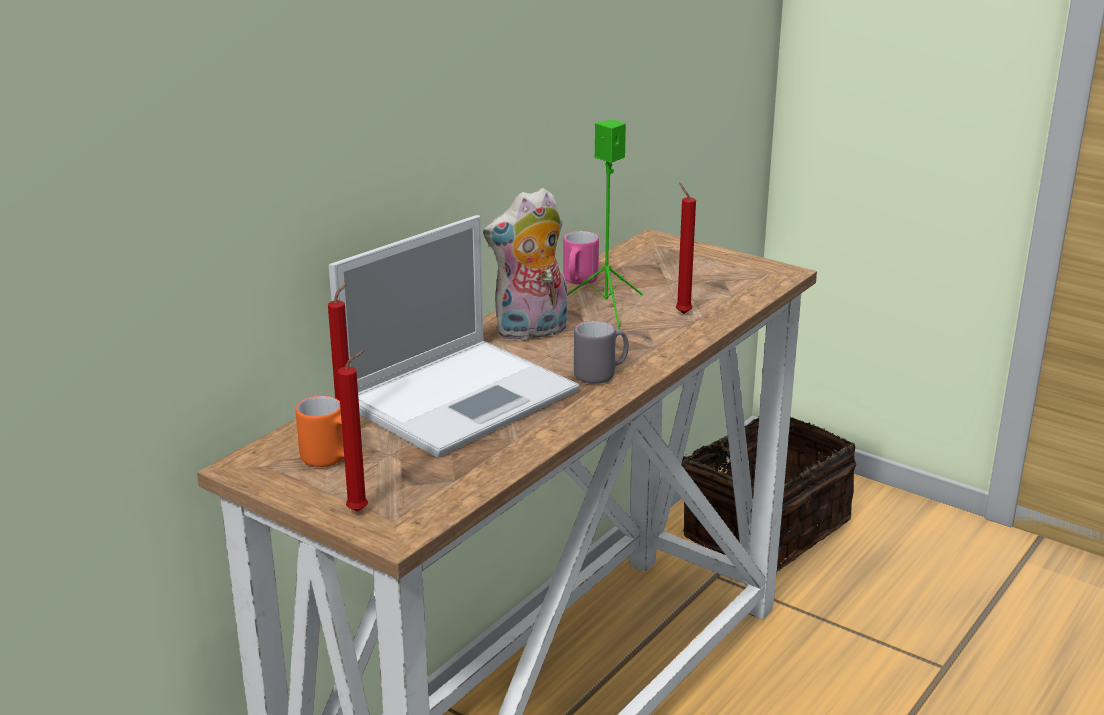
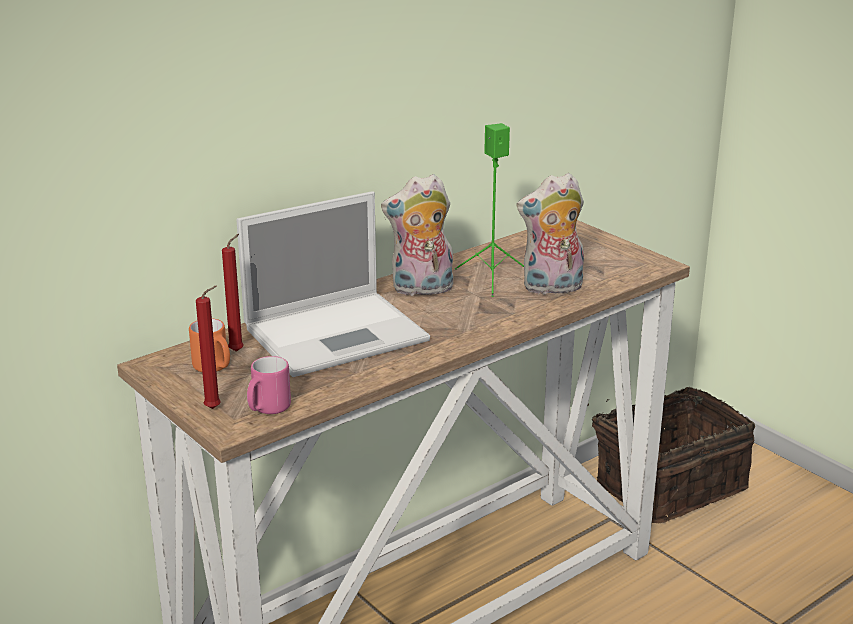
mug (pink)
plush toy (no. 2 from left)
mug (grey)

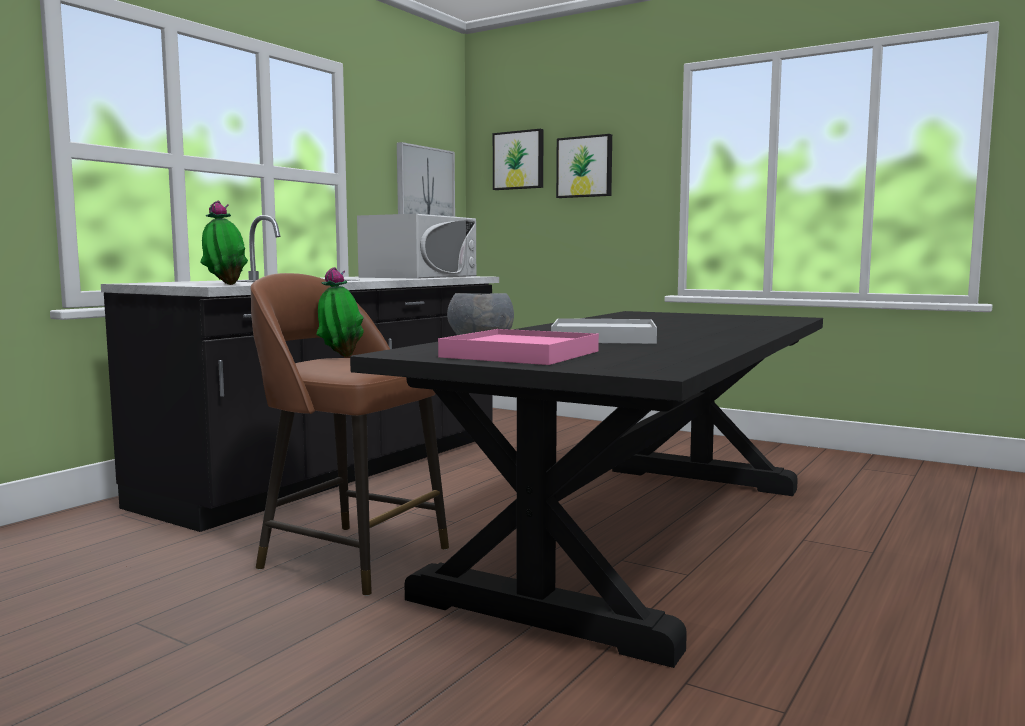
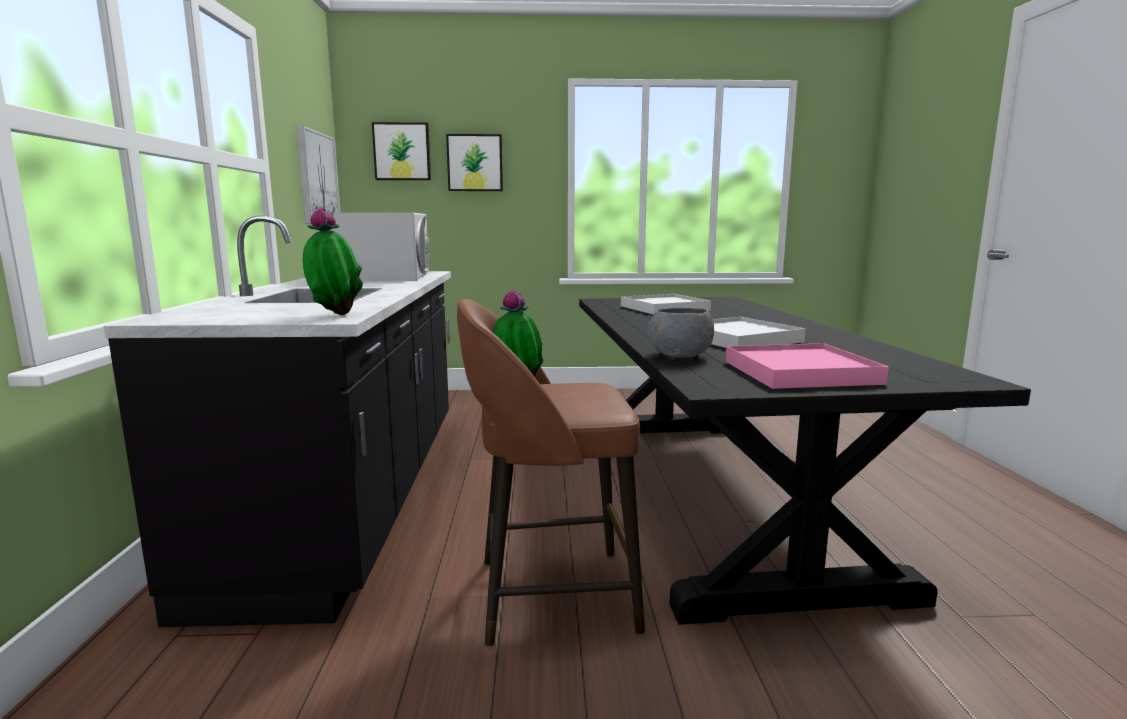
tray (white) (no. 1 from left)

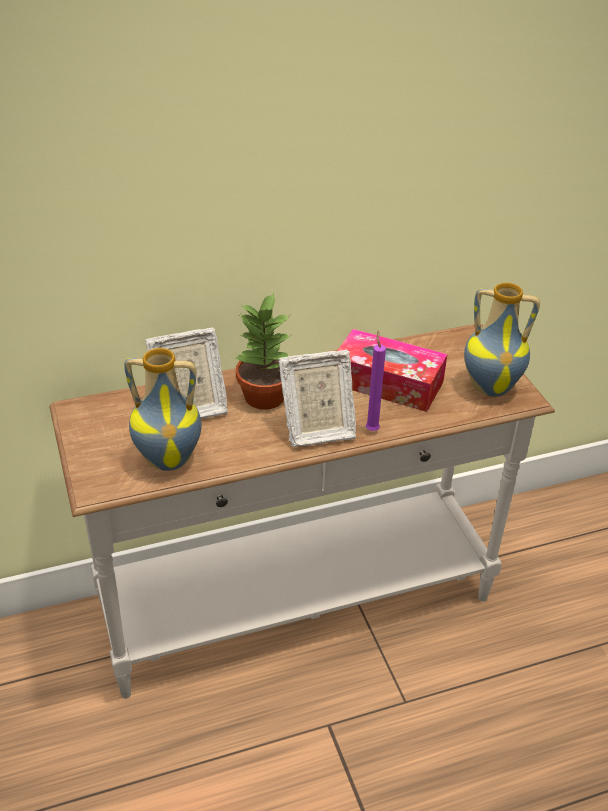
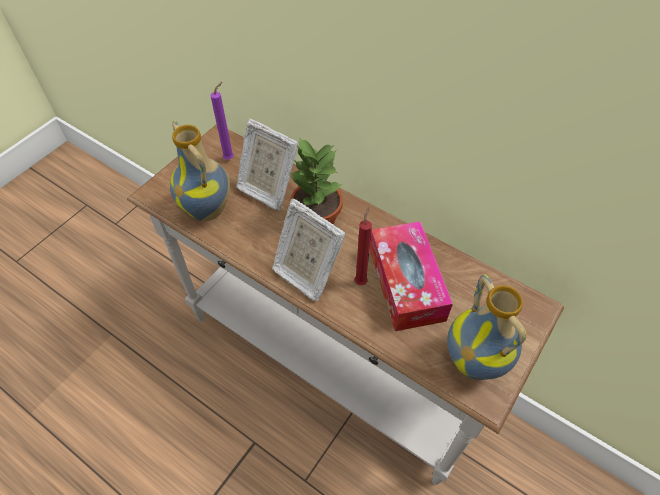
candle (purple)
candle (red)

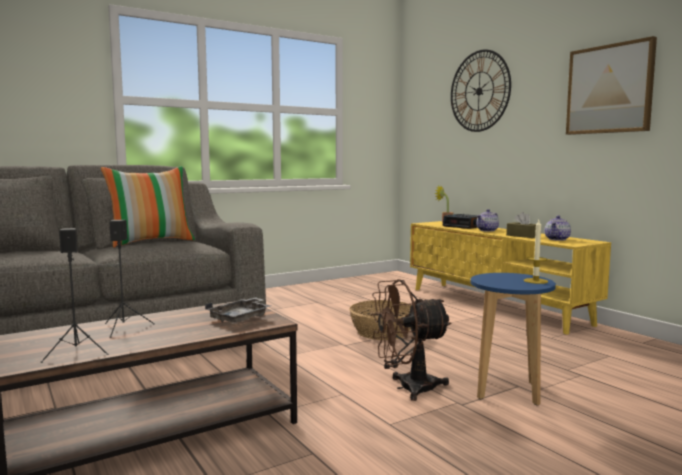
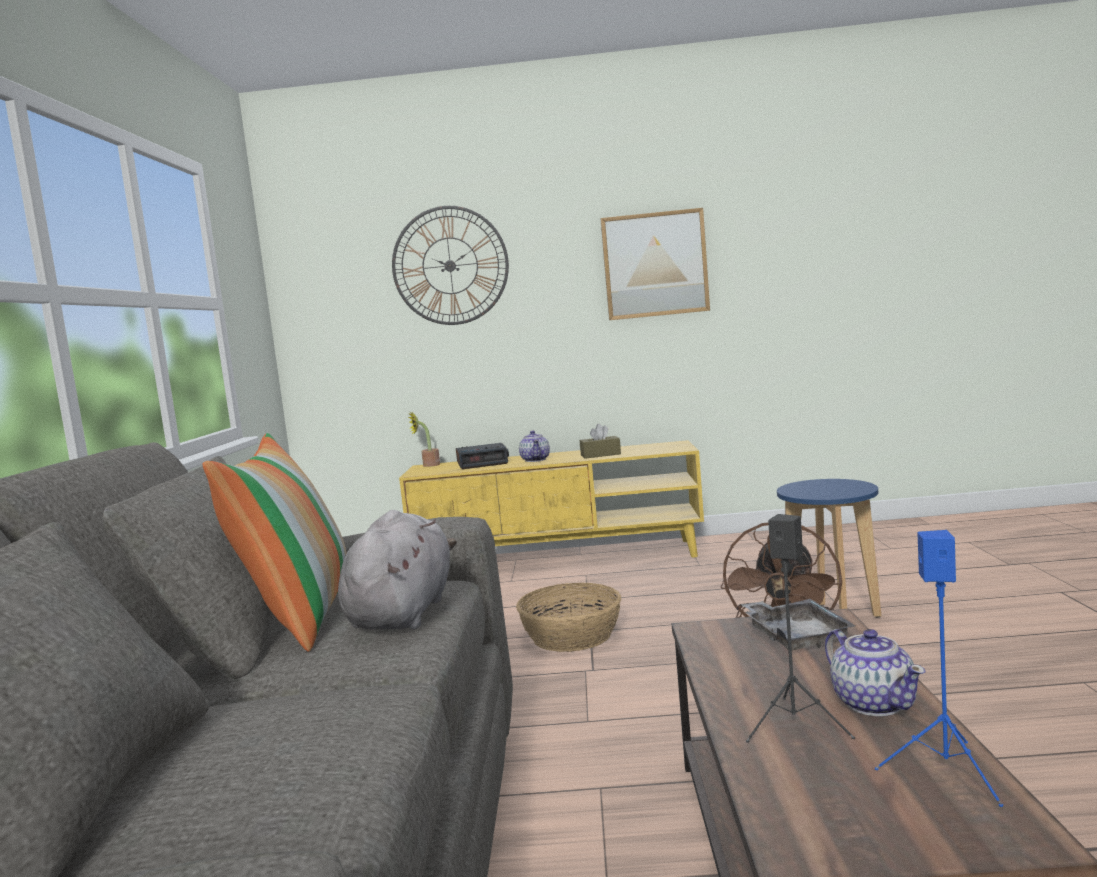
plush toy (grey)
teapot (no. 2 from left)
speaker (blue)
candle

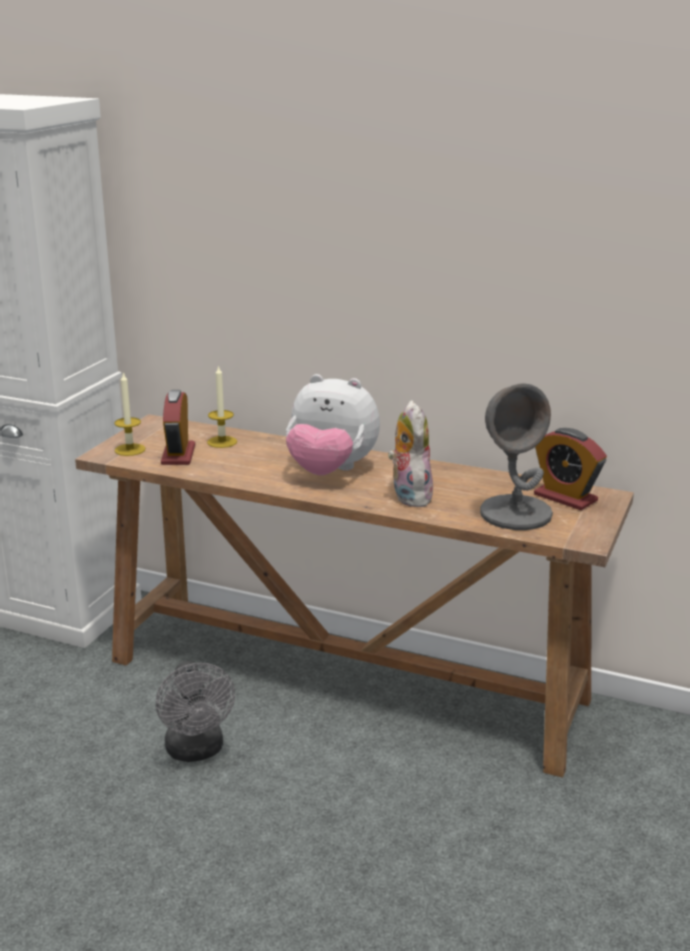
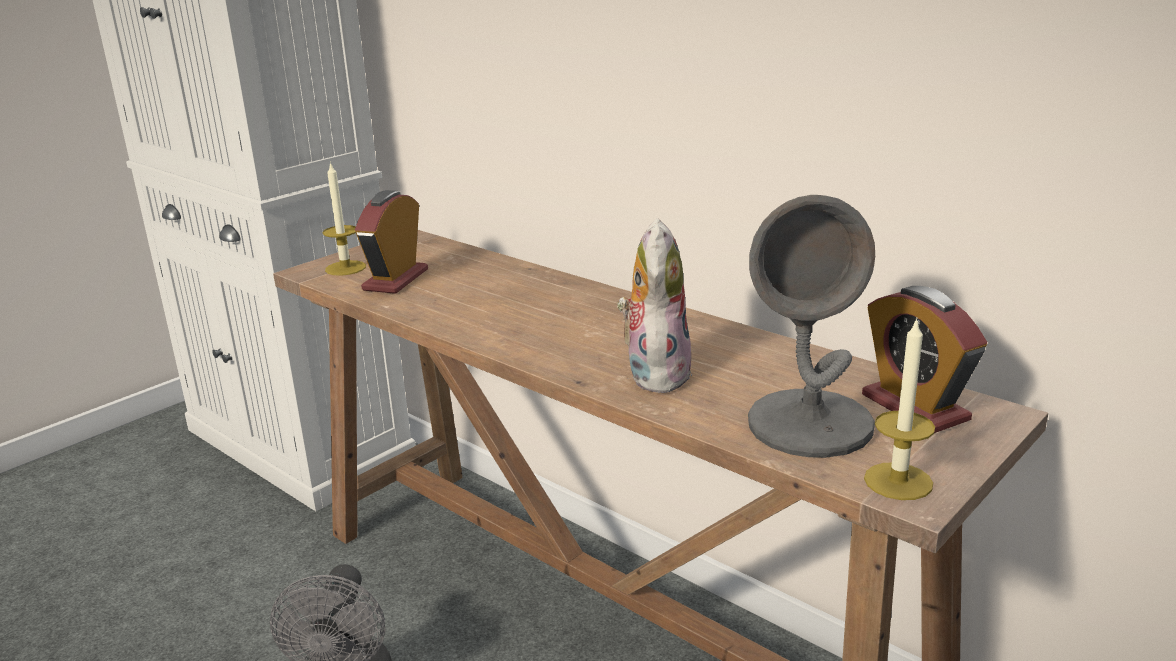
candle (no. 2 from left)
plush toy (no. 1 from left in the first image)

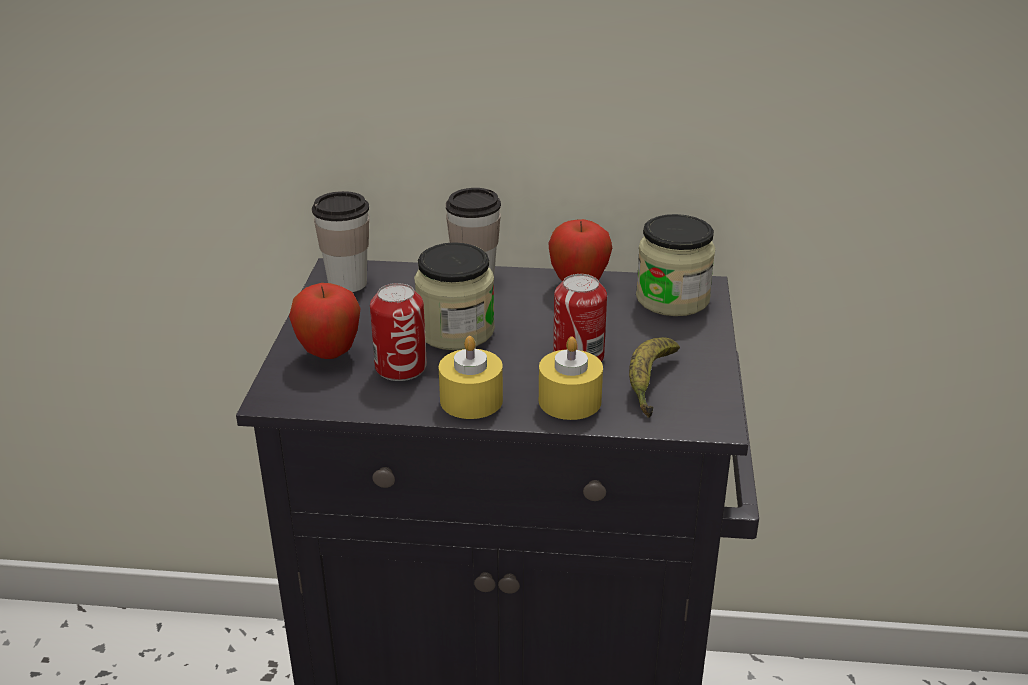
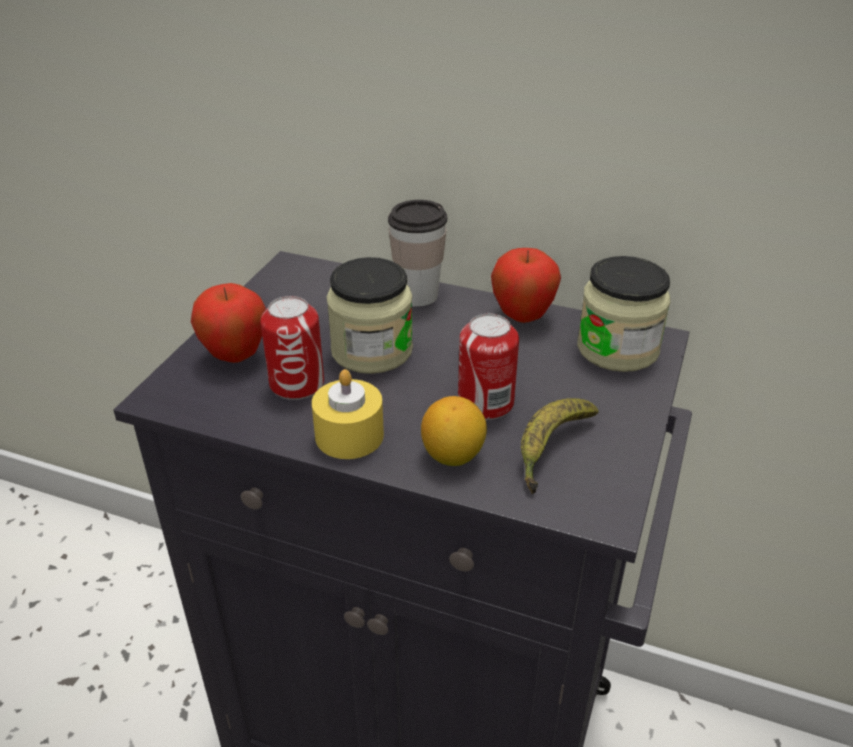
lemon
cup (no. 1 from left in the first image)

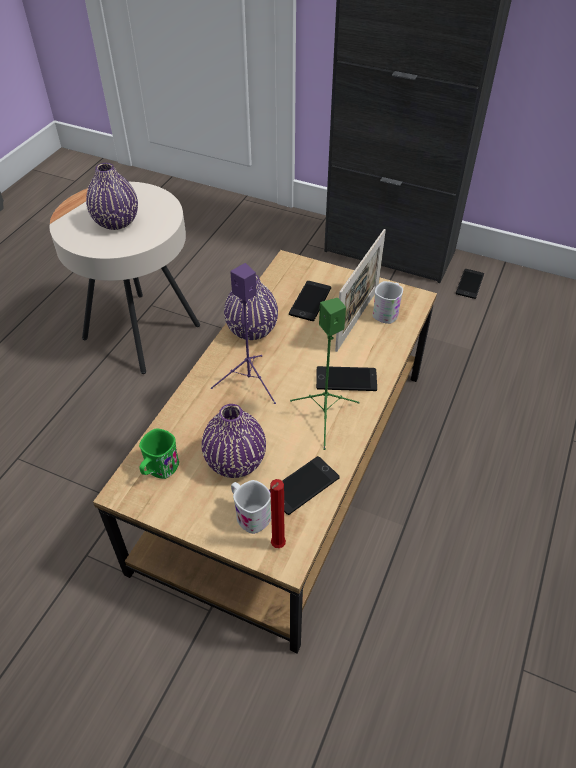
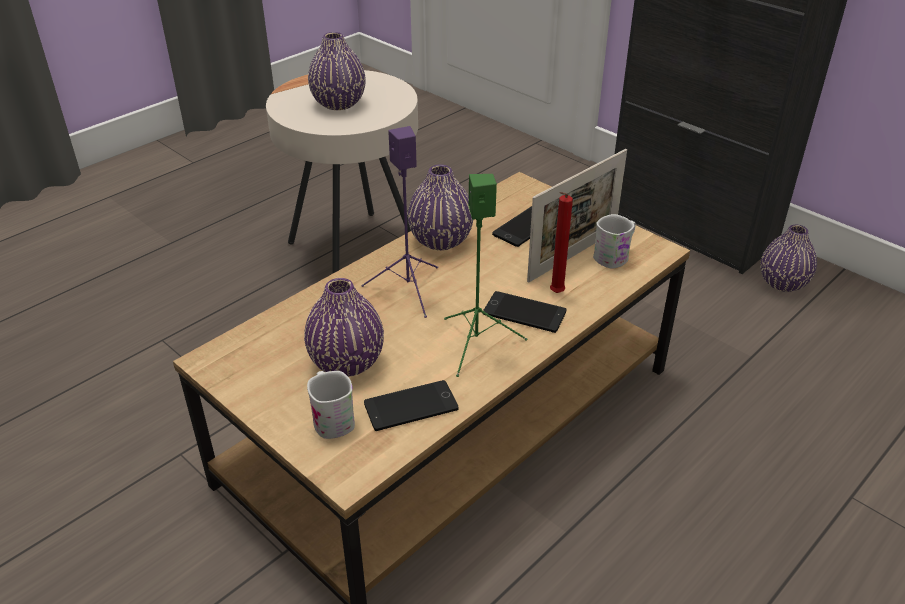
candle (red)
vase (purple) (no. 4 from left)
mug (green)

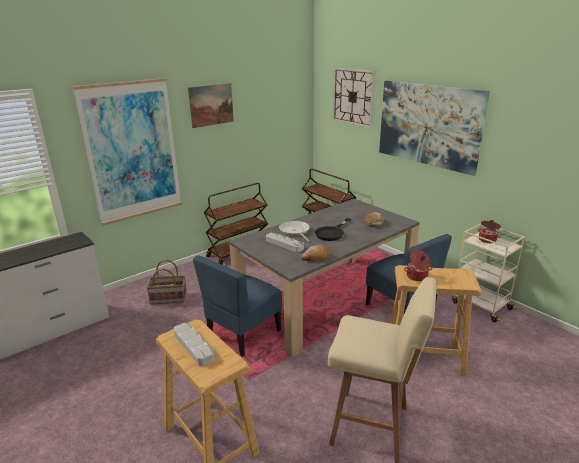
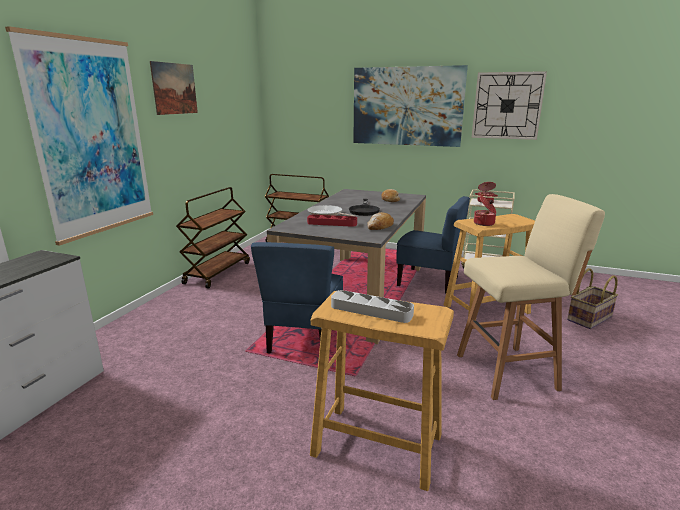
tray (red)
wall clock
basket

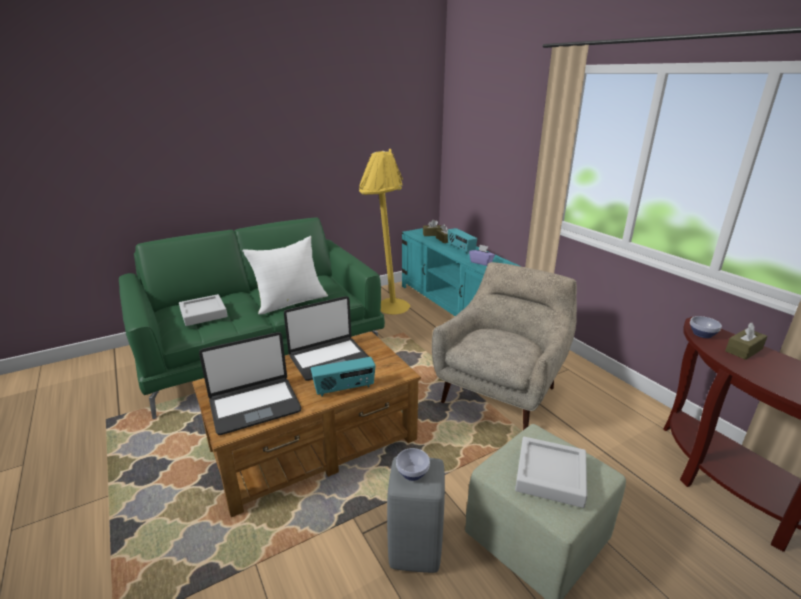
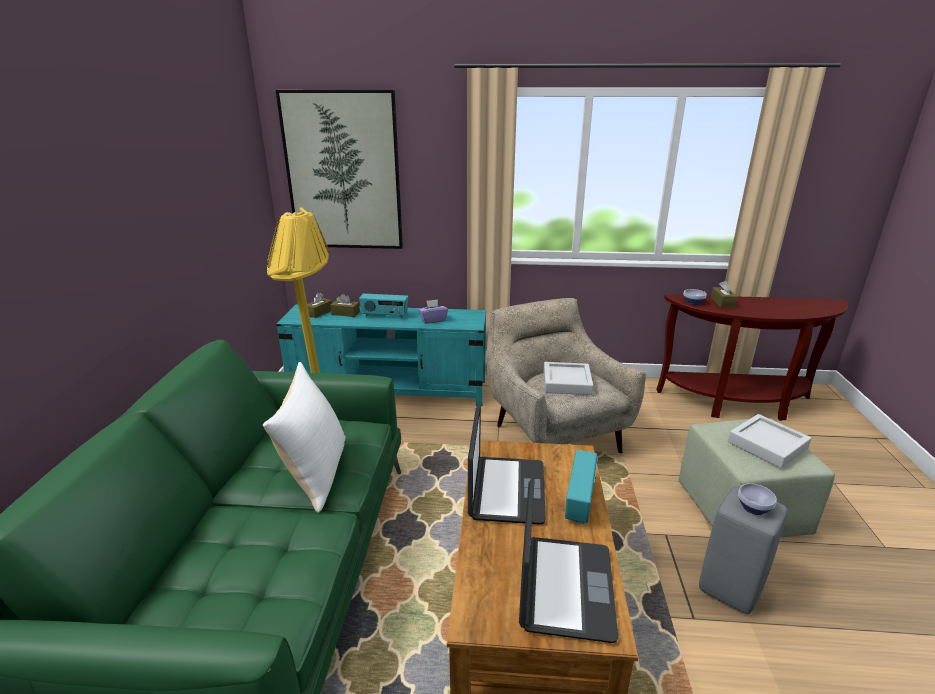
picture
tray (grey) (no. 1 from left)

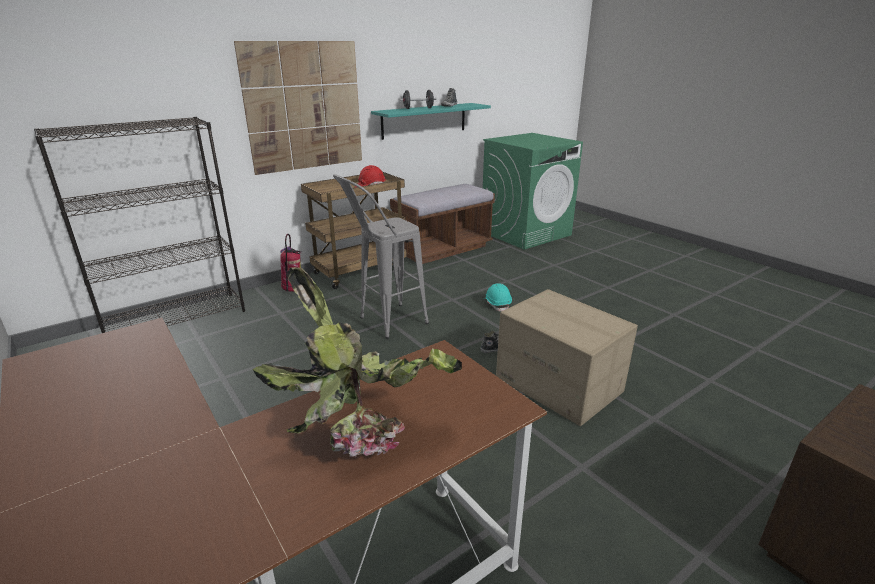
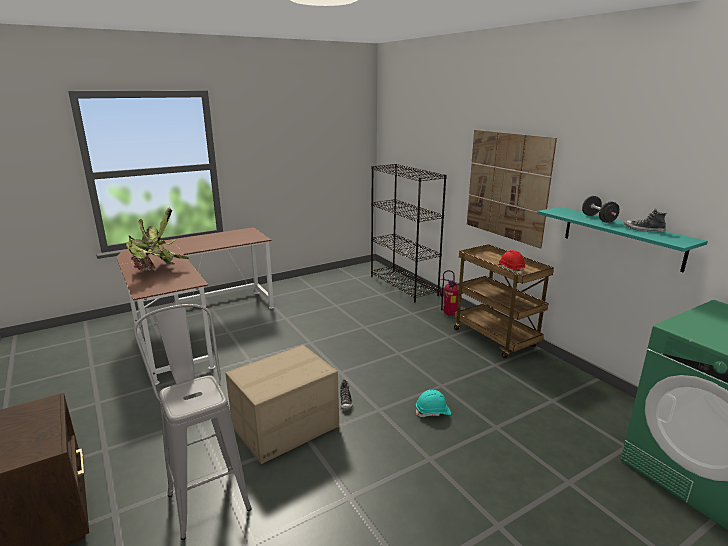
stool (grey)
bench (brown)

